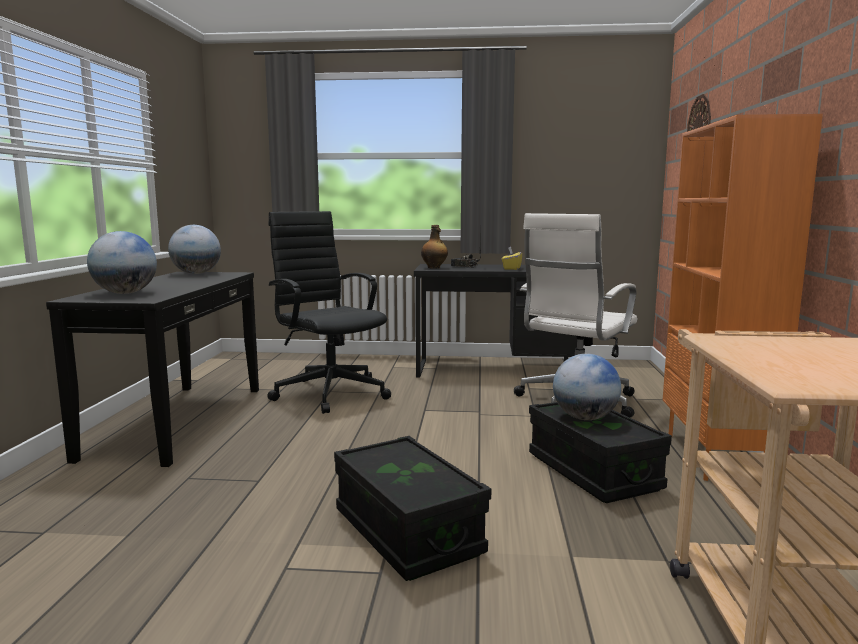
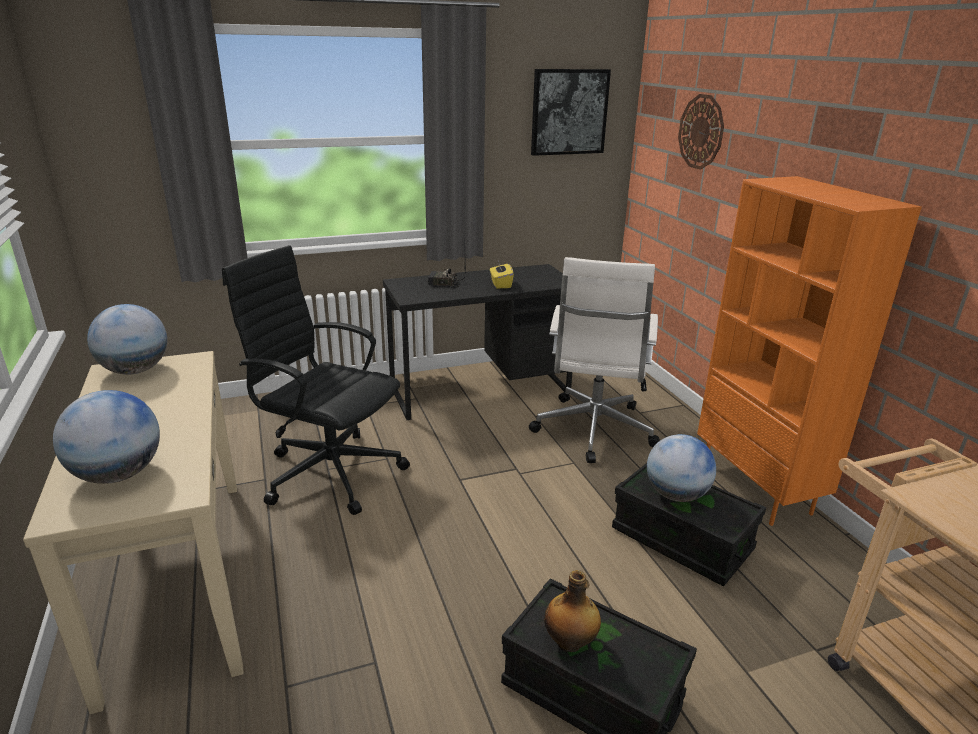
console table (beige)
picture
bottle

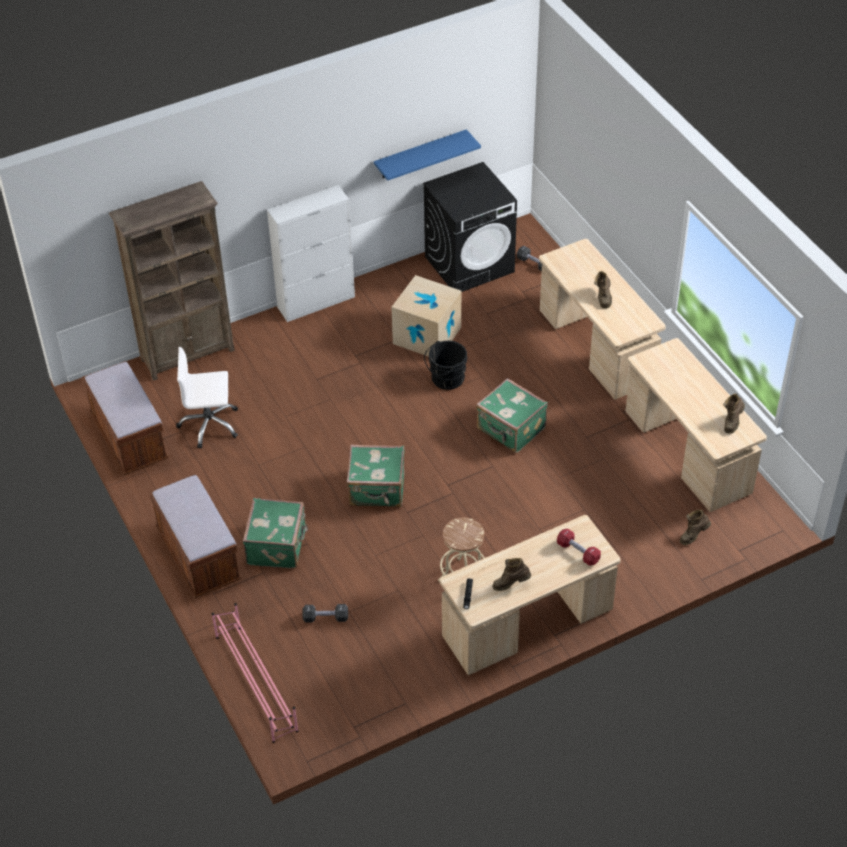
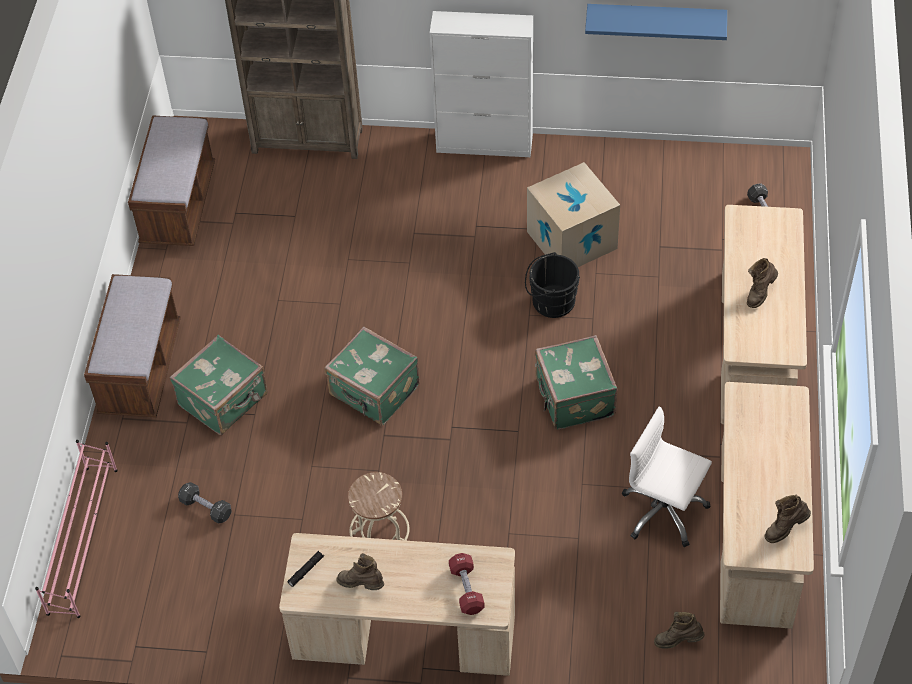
office chair (white)
washing machine (black)

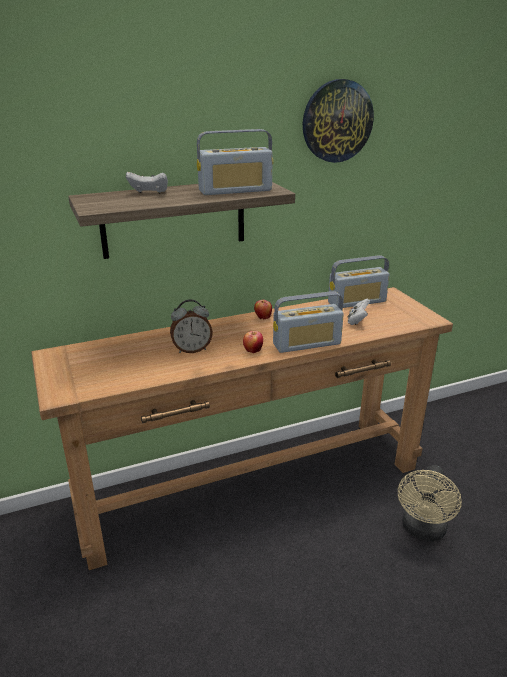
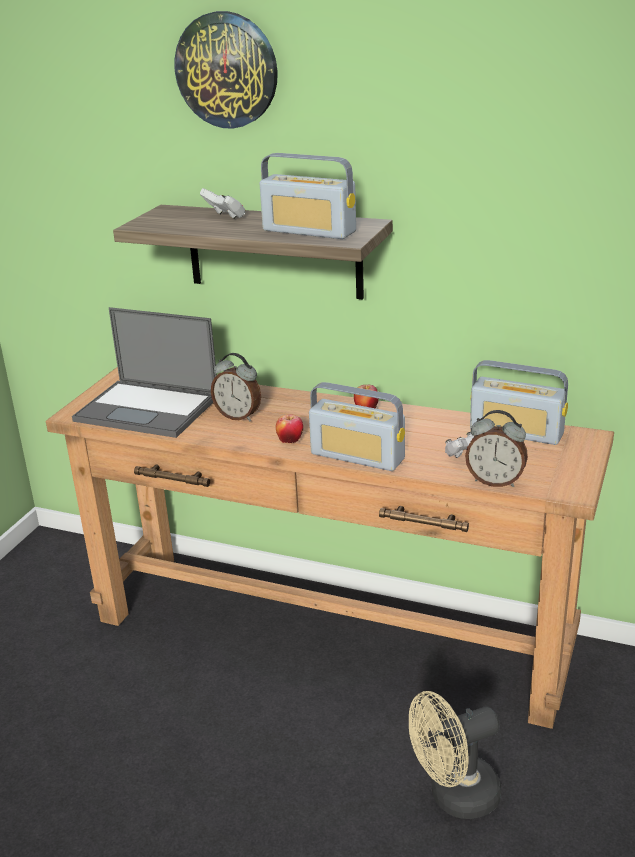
laptop
wall clock
alarm clock (no. 2 from left)

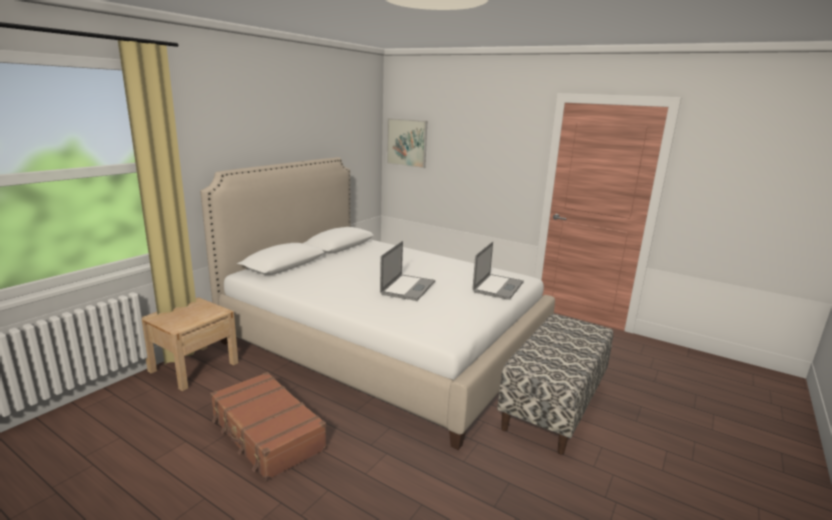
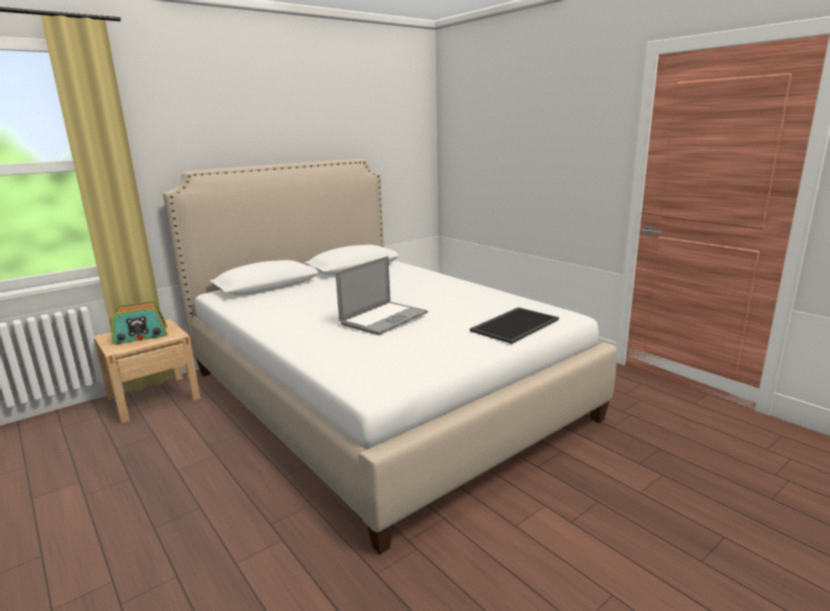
radio
tray
suitcase (brown)
picture
bench

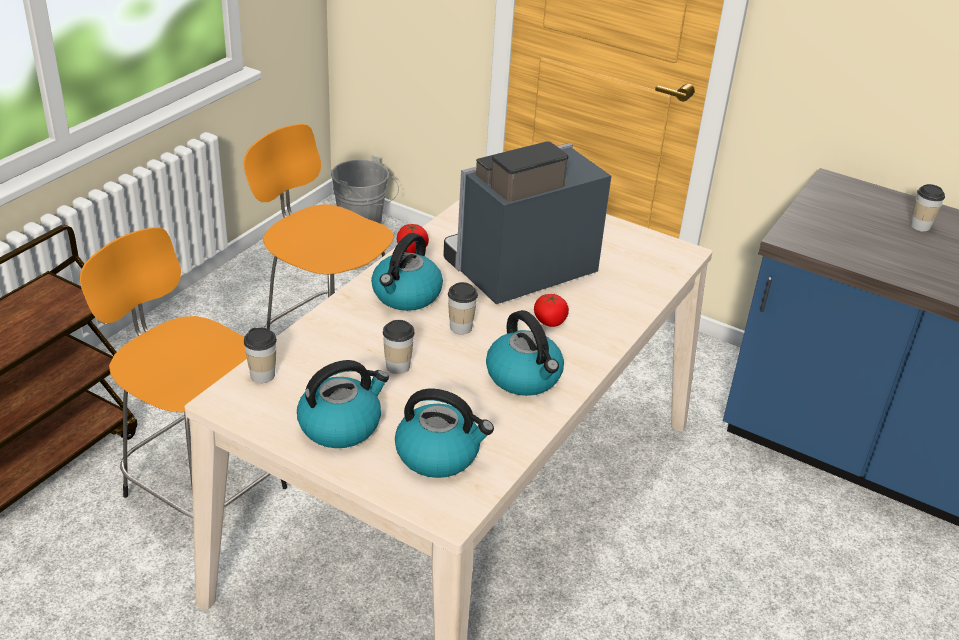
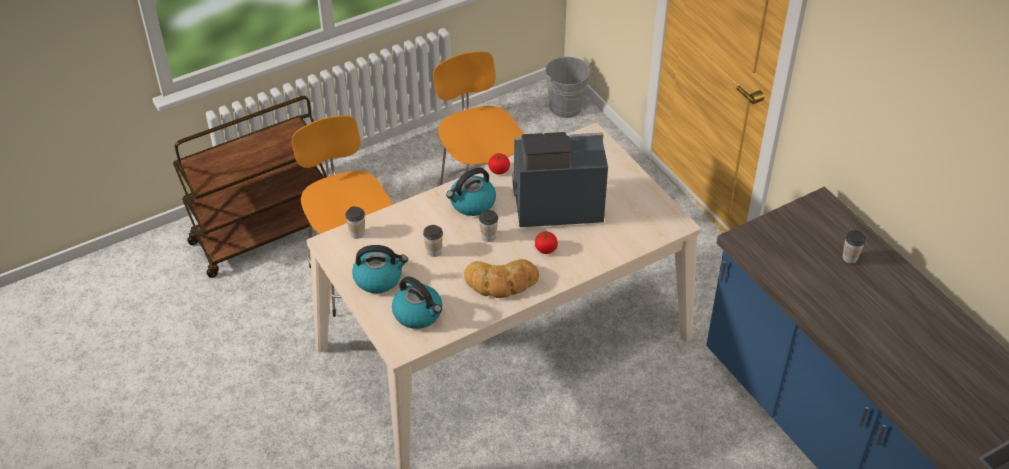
bread

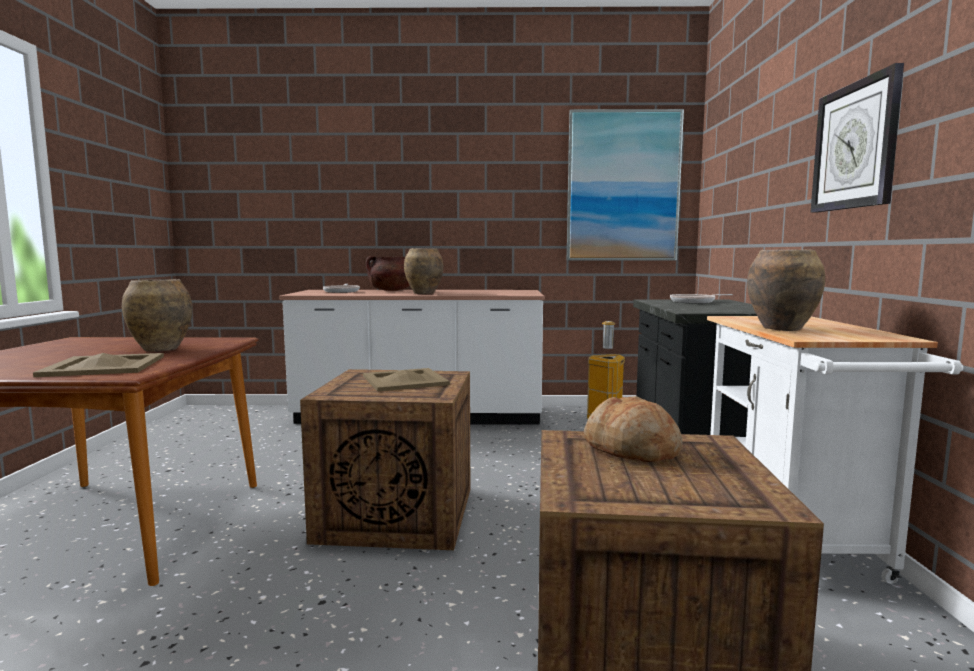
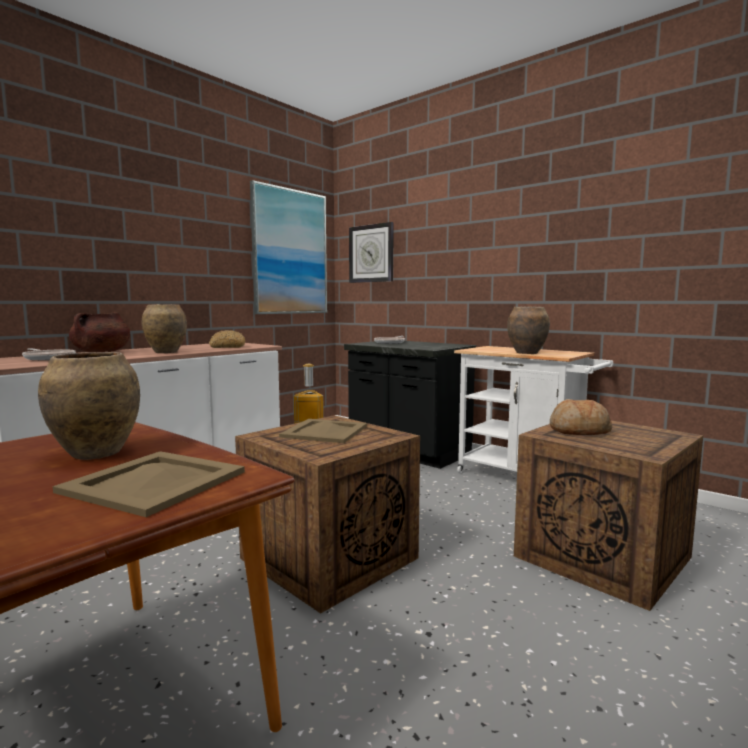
bread (no. 1 from left)
wall clock

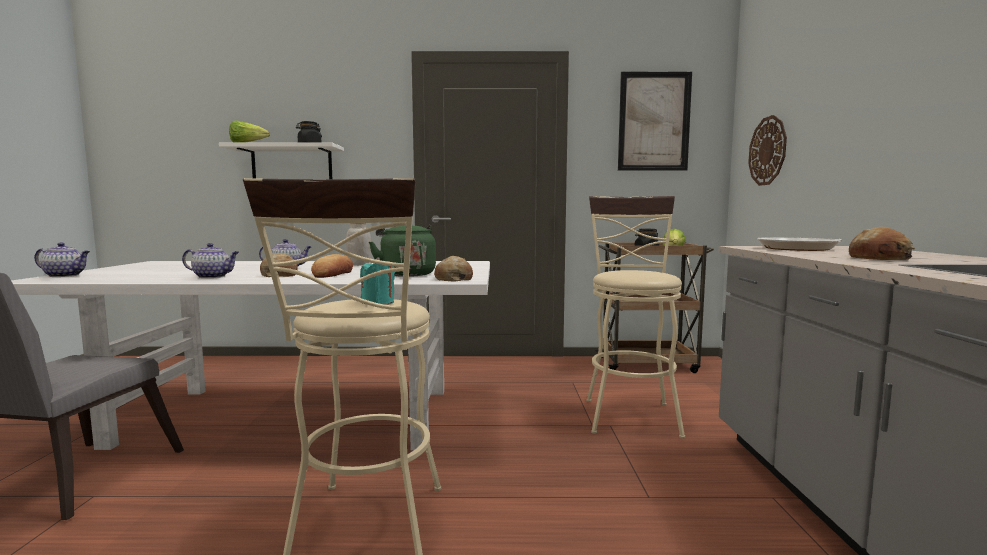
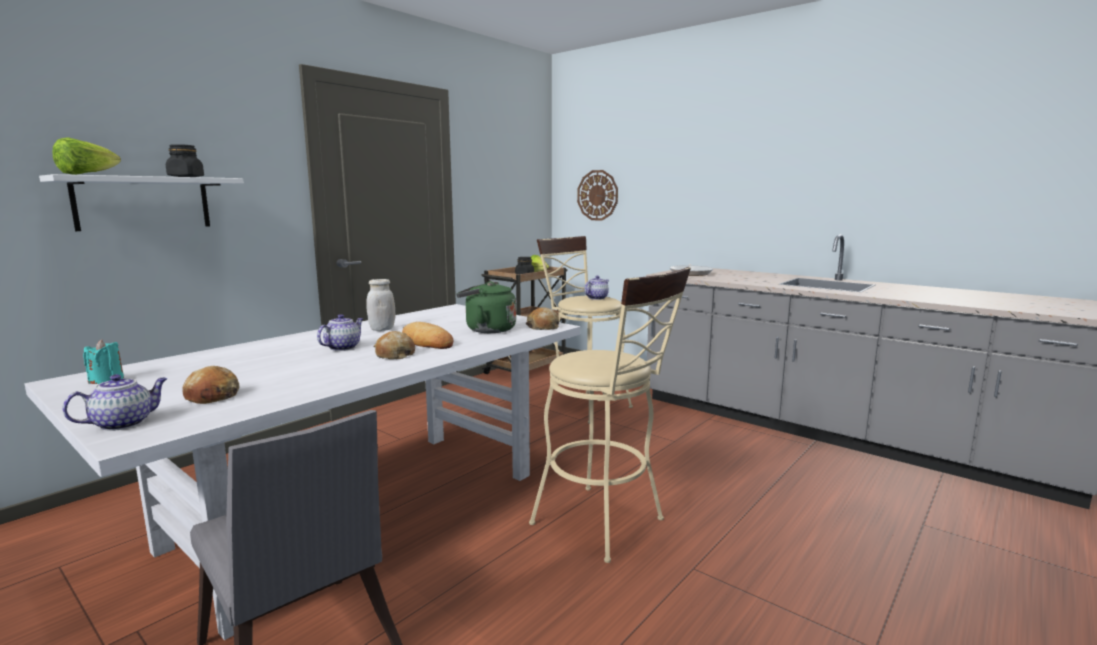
candle (turquoise)
bread (no. 1 from left)
teapot (no. 3 from left)
picture

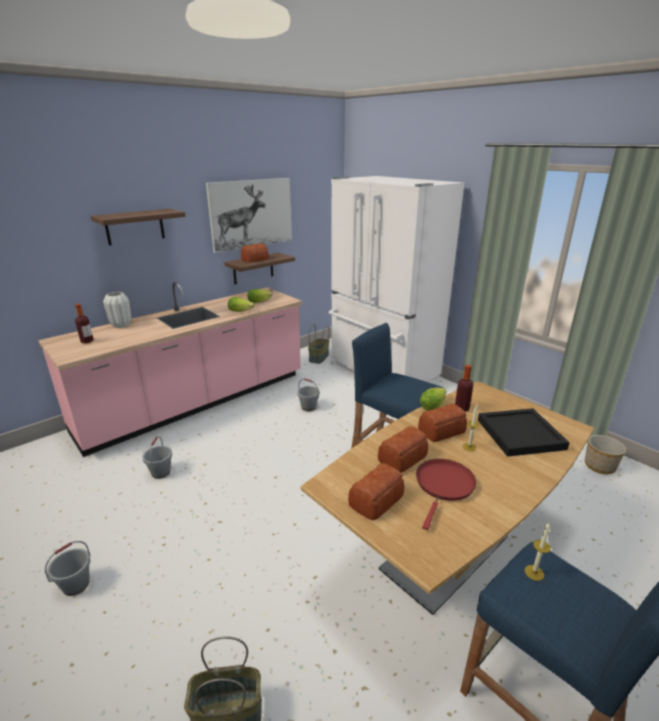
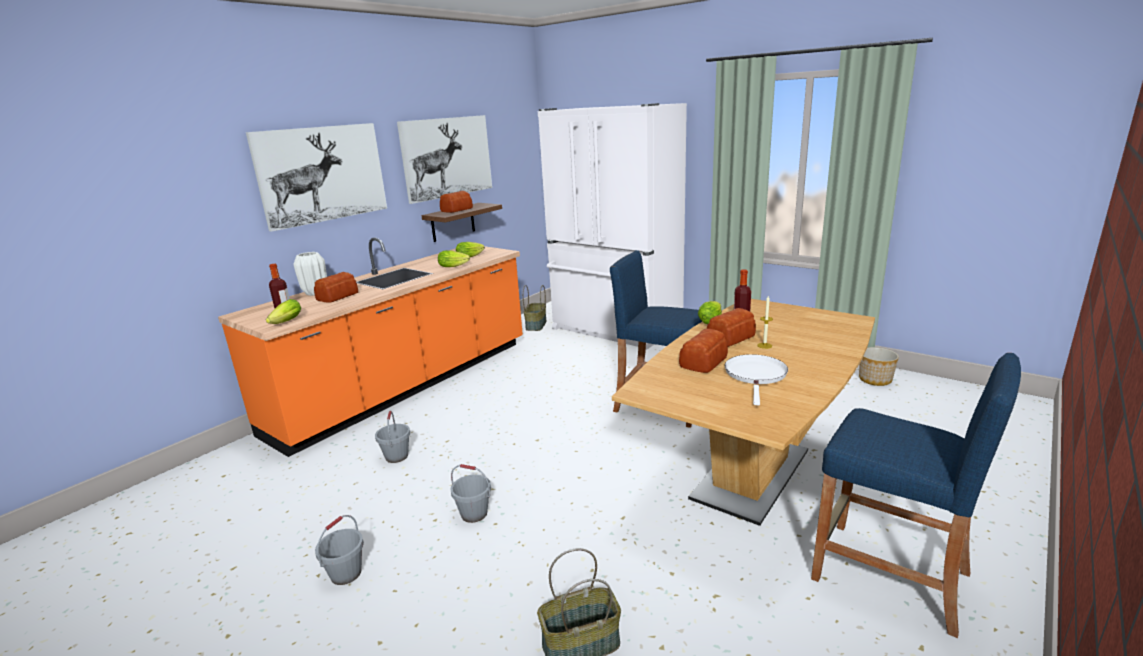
counter (orange)
picture (no. 1 from left)
lettuce (no. 1 from left)
bread (no. 1 from left)
bucket (grey) (no. 3 from left)
frying pan (white)
tray (black)
candle (no. 2 from left in the first image)

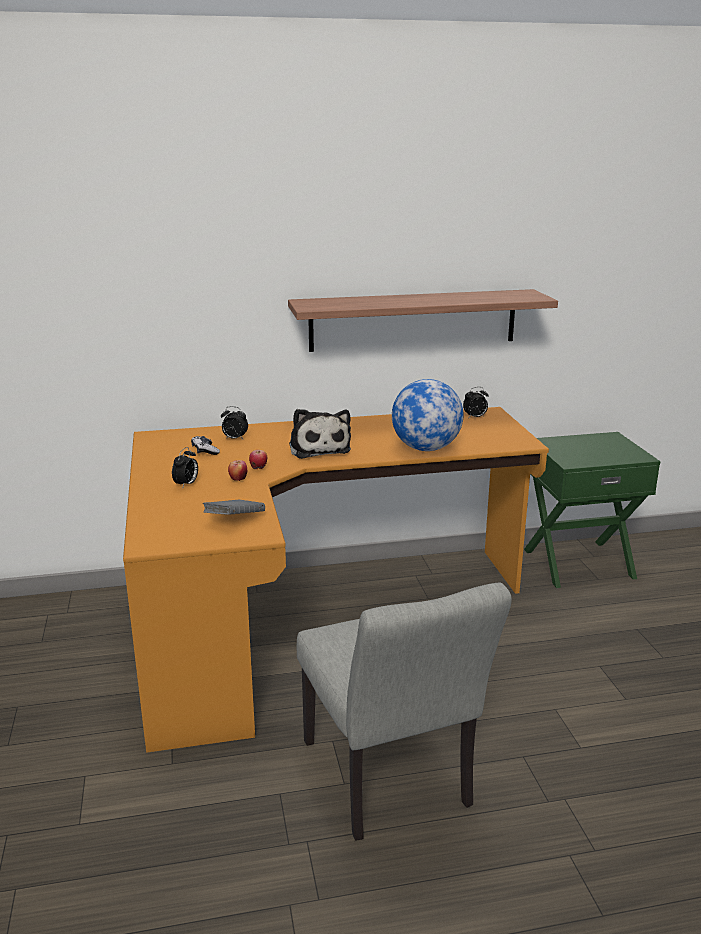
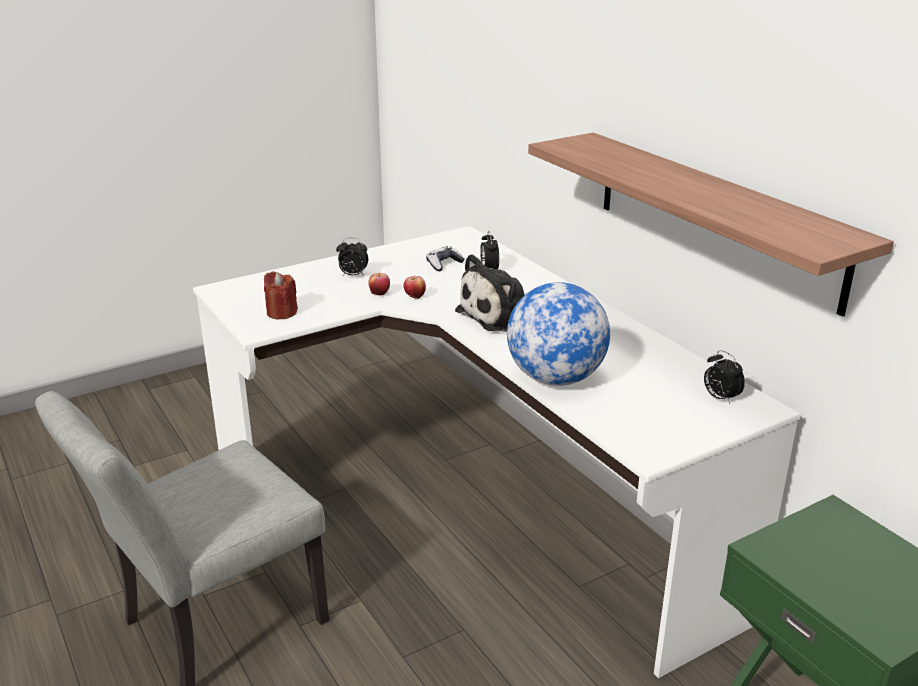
desk (white)
candle (red)

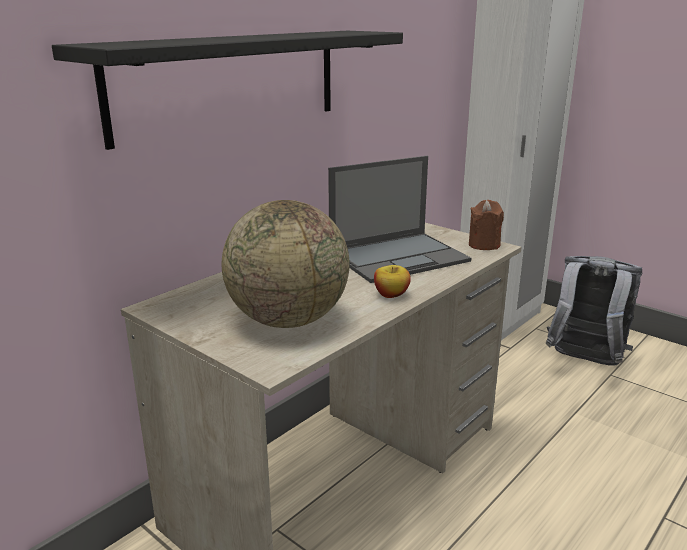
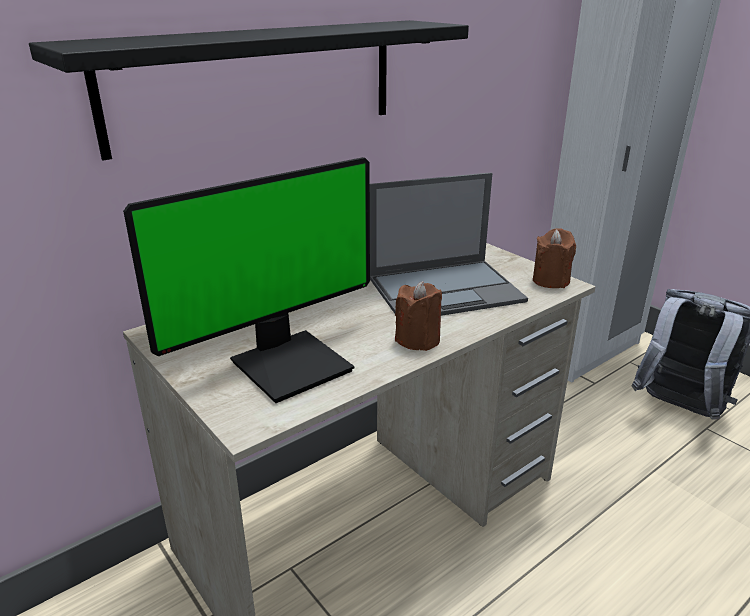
monitor
candle (brown) (no. 1 from left)

